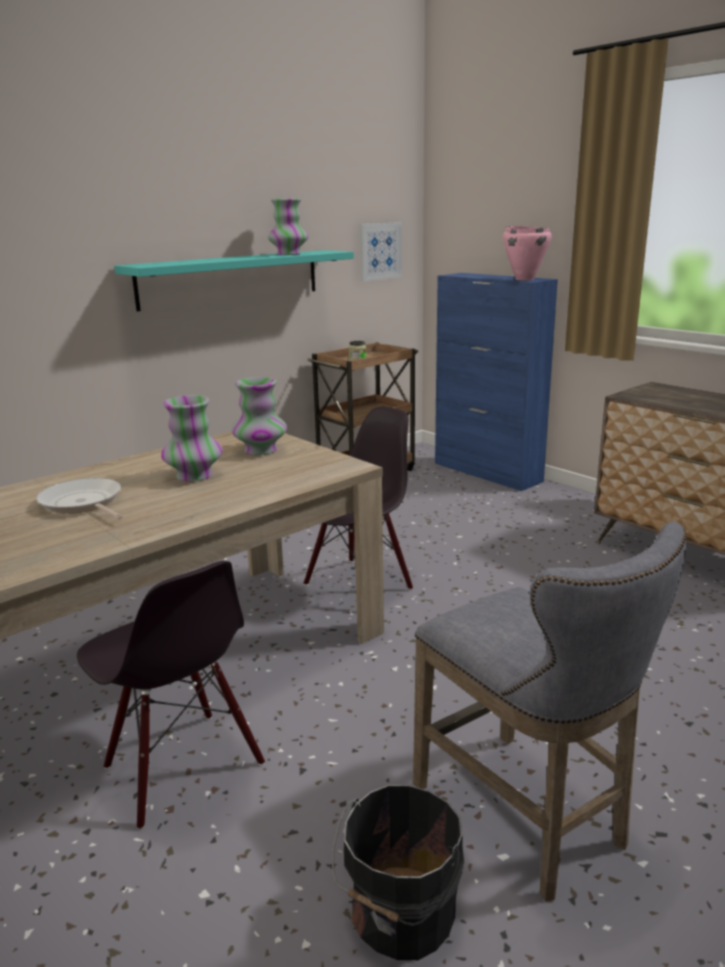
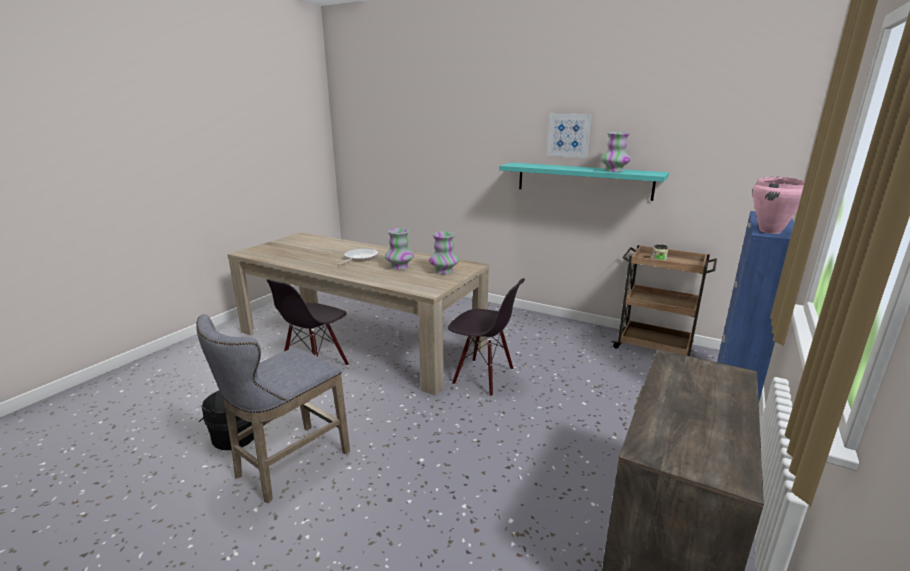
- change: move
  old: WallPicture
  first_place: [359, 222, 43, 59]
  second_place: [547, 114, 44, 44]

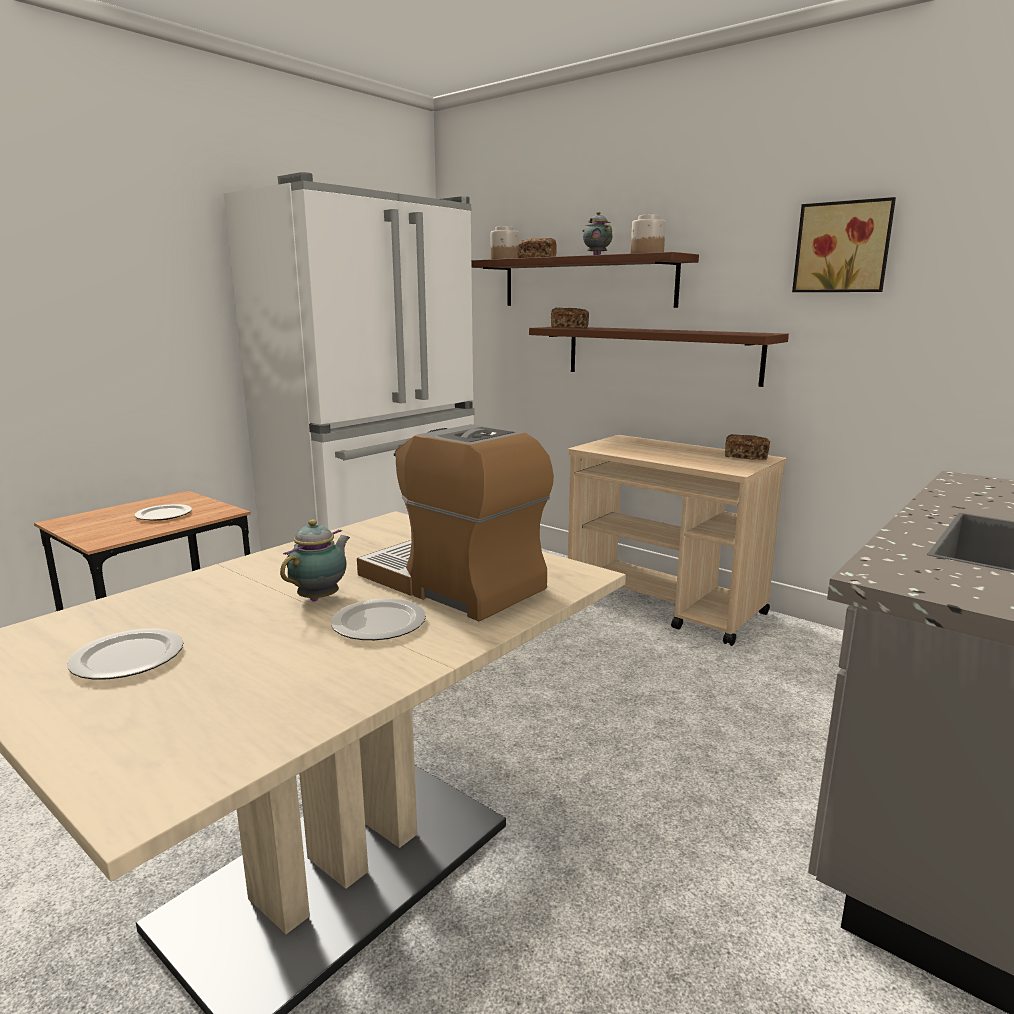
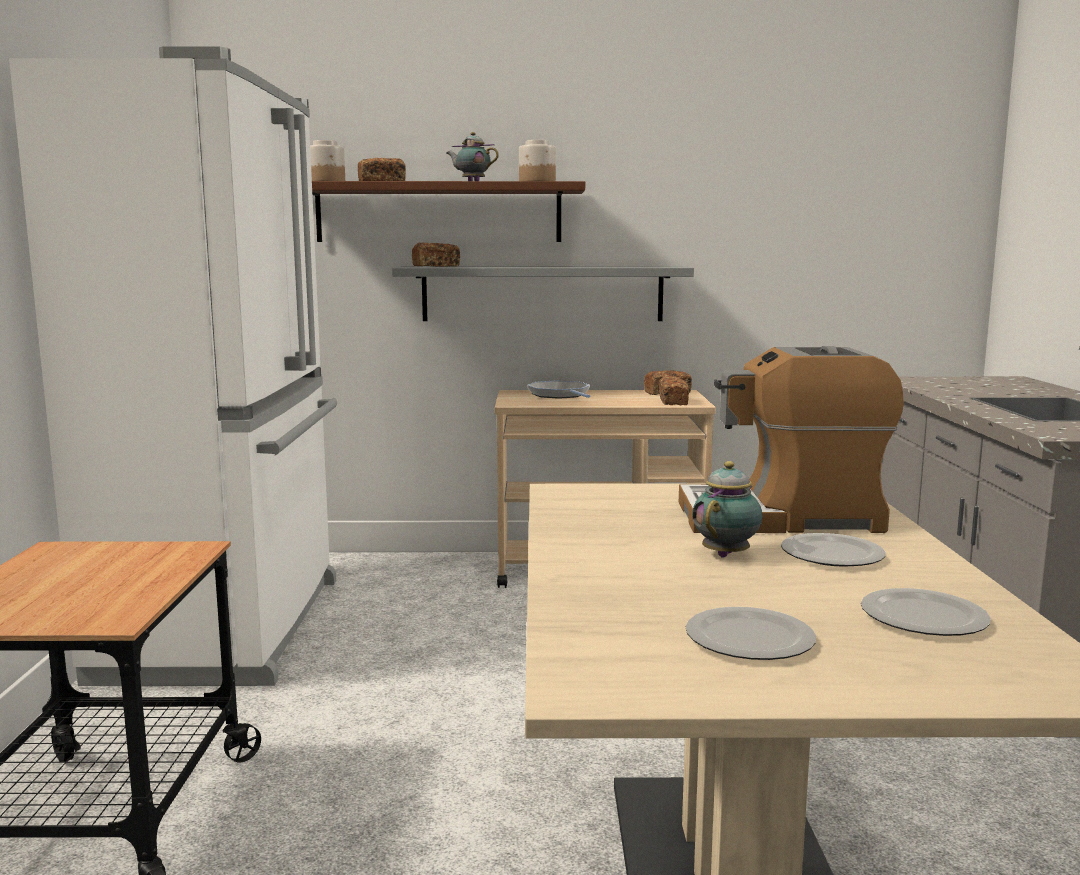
- change: delete
  old: WallPicture
  first_place: [792, 197, 104, 95]
- change: recolor
  old: BrownColouredBracketShelf
  new: GreyBracketShelf
  first_place: [529, 327, 260, 60]
  second_place: [392, 266, 302, 55]
- change: move
  old: FlatDish
  first_place: [134, 504, 58, 17]
  second_place: [861, 588, 130, 48]
- change: rotate
  old: Teapot
  first_place: [280, 519, 70, 83]
  second_place: [692, 461, 70, 97]
  degrees: 45
- change: insert
  new: Bread
  second_place: [659, 376, 30, 29]
- change: insert
  new: Pan
  second_place: [527, 380, 63, 19]

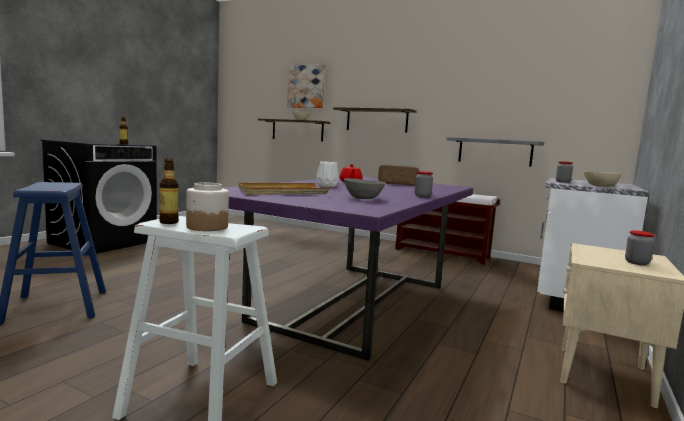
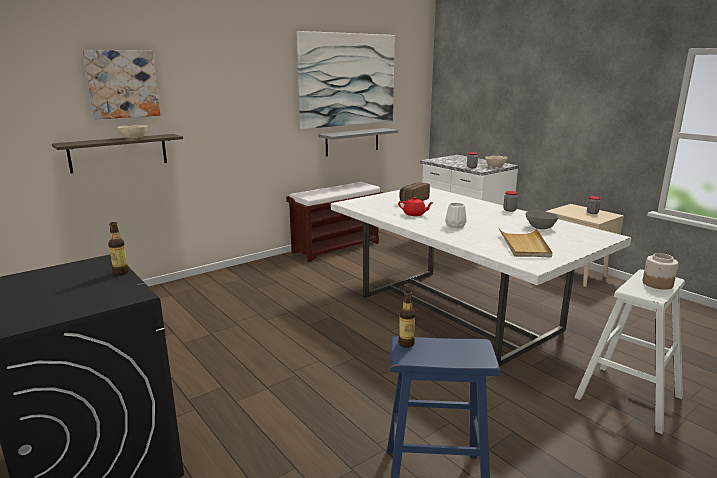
- change: delete
  old: BracketShelf
  first_place: [333, 107, 84, 26]
- change: move
  old: Bottle
  first_place: [159, 158, 20, 66]
  second_place: [398, 291, 17, 57]
- change: recolor
  old: PurpleDiningTable
  new: WhiteColouredDiningTable
  first_place: [223, 177, 250, 184]
  second_place: [331, 187, 300, 179]
- change: insert
  new: WallPicture
  second_place: [297, 31, 98, 98]

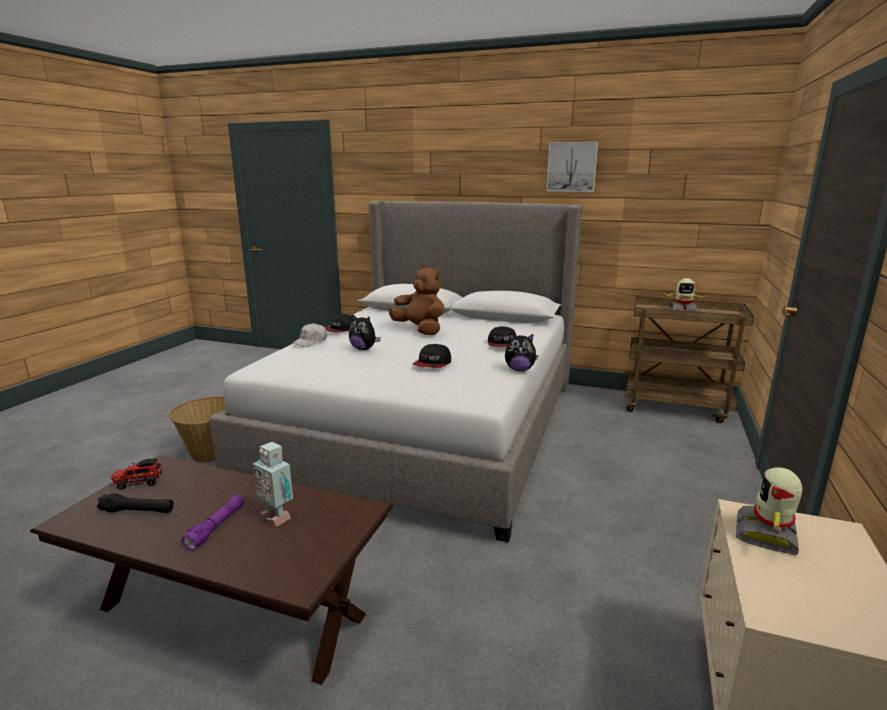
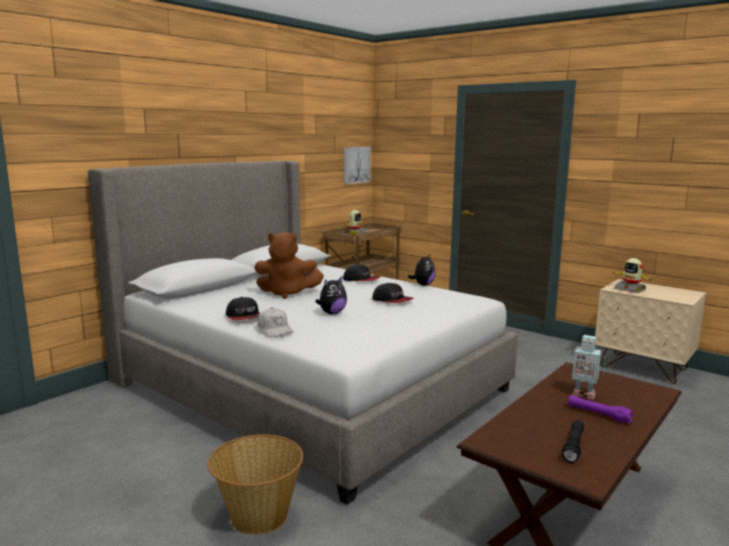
- change: move
  old: WallPicture
  first_place: [546, 142, 52, 50]
  second_place: [344, 147, 27, 37]
- change: rotate
  old: BrownColouredPlushToy
  first_place: [388, 265, 56, 70]
  second_place: [254, 232, 70, 67]
  degrees: -150
- change: rotate
  old: ModelRobot
  first_place: [253, 442, 40, 85]
  second_place: [567, 335, 38, 65]
  degrees: 60
- change: delete
  old: ModelTruck
  first_place: [111, 459, 52, 31]

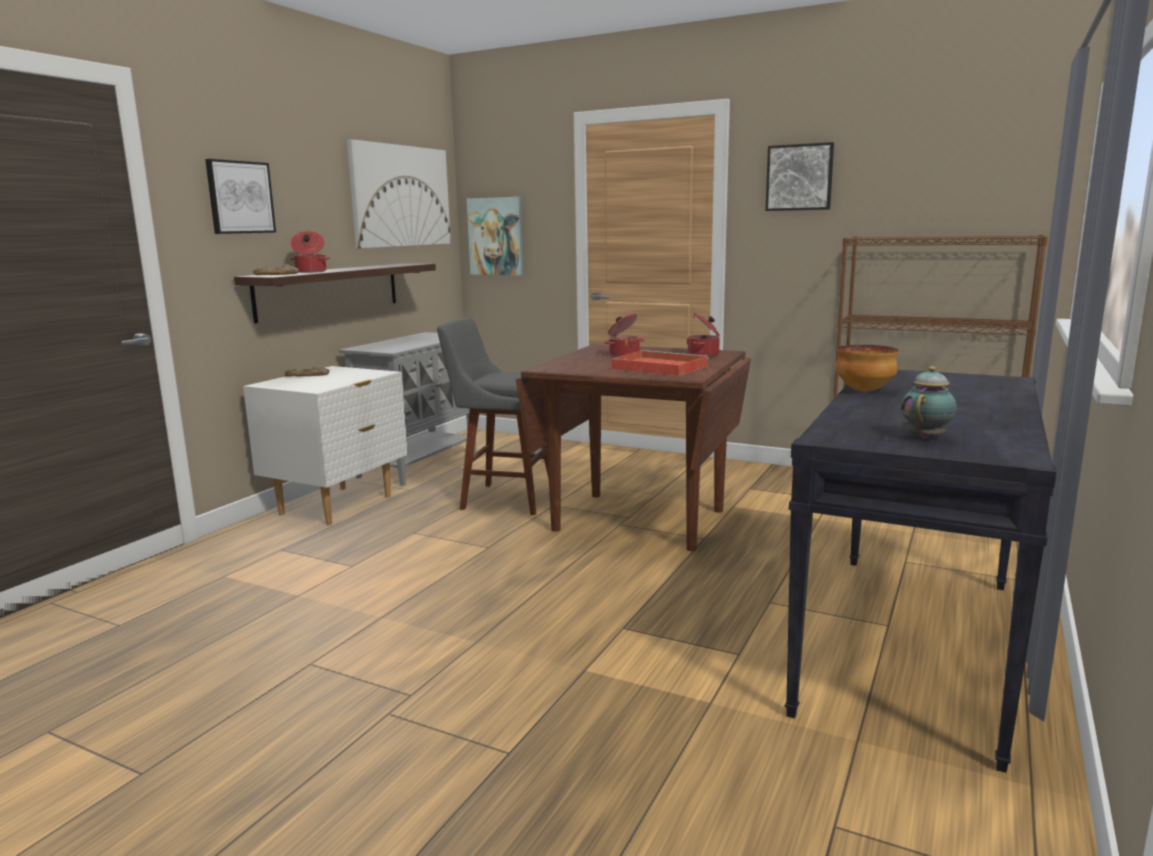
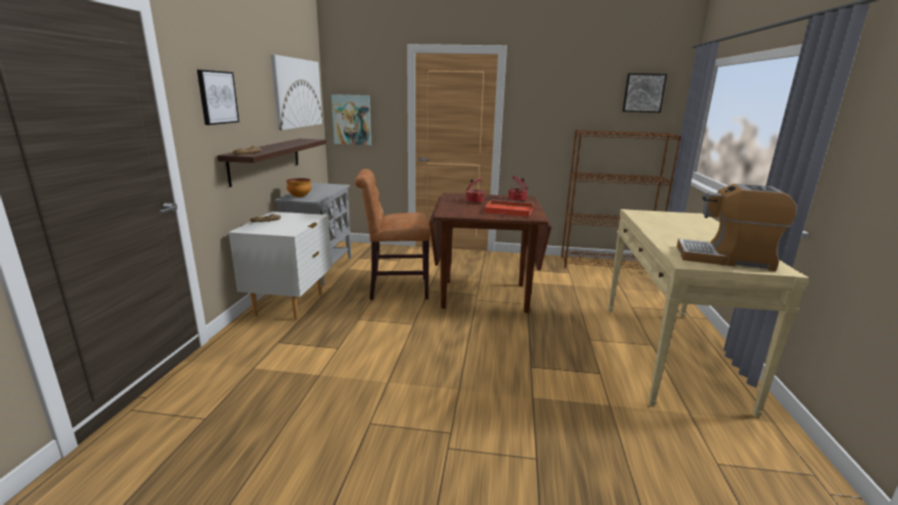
- change: move
  old: WallPicture
  first_place: [765, 142, 69, 69]
  second_place: [622, 73, 45, 40]
- change: delete
  old: Saucepot
  first_place: [290, 231, 40, 42]
- change: replace
  old: GreySittingStool
  new: BrownColouredChair
  first_place: [437, 317, 112, 198]
  second_place: [355, 169, 76, 131]
- change: move
  old: DeepDish
  first_place: [835, 345, 63, 46]
  second_place: [286, 178, 26, 19]
- change: replace
  old: Teapot
  new: CoffeeMaker
  first_place: [901, 366, 56, 72]
  second_place: [677, 184, 119, 87]
- change: recolor
  old: BlackColouredHallTable
  new: SandColouredHallTable
  first_place: [785, 370, 271, 403]
  second_place: [608, 209, 201, 209]

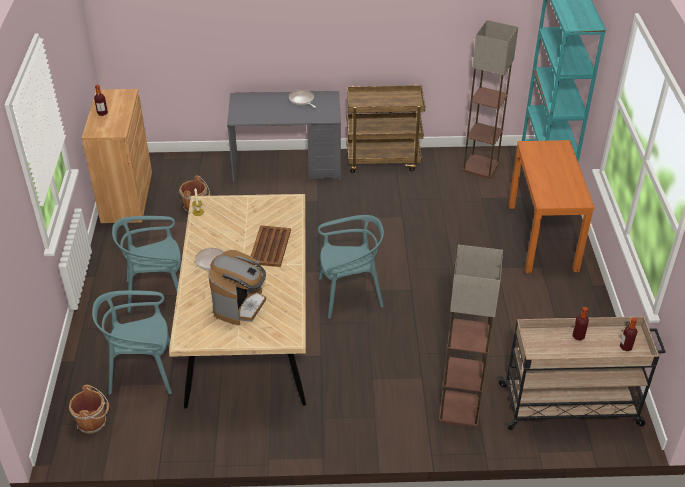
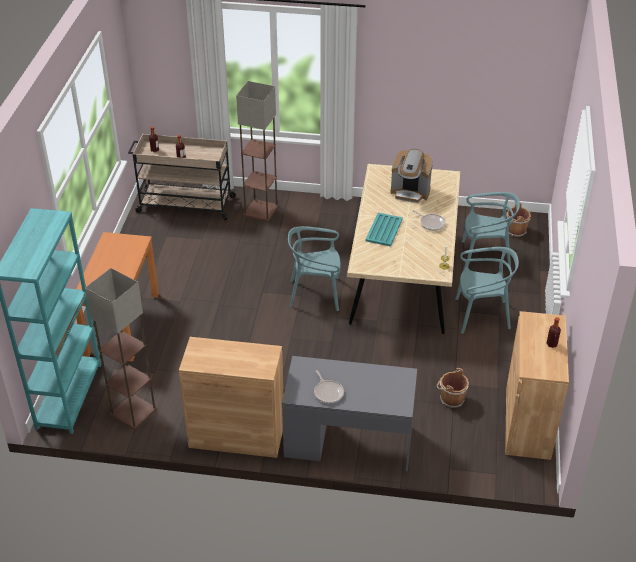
- change: replace
  old: BrownColouredTrolley
  new: BrownColouredCupboard
  first_place: [347, 85, 78, 88]
  second_place: [179, 337, 105, 121]
- change: recolor
  old: BrownColouredCarryingTray
  new: TurquoiseColouredCarryingTray
  first_place: [250, 225, 41, 42]
  second_place: [365, 213, 38, 34]
- change: rotate
  old: CoffeeMaker
  first_place: [208, 250, 58, 75]
  second_place: [390, 149, 43, 54]
  degrees: -105

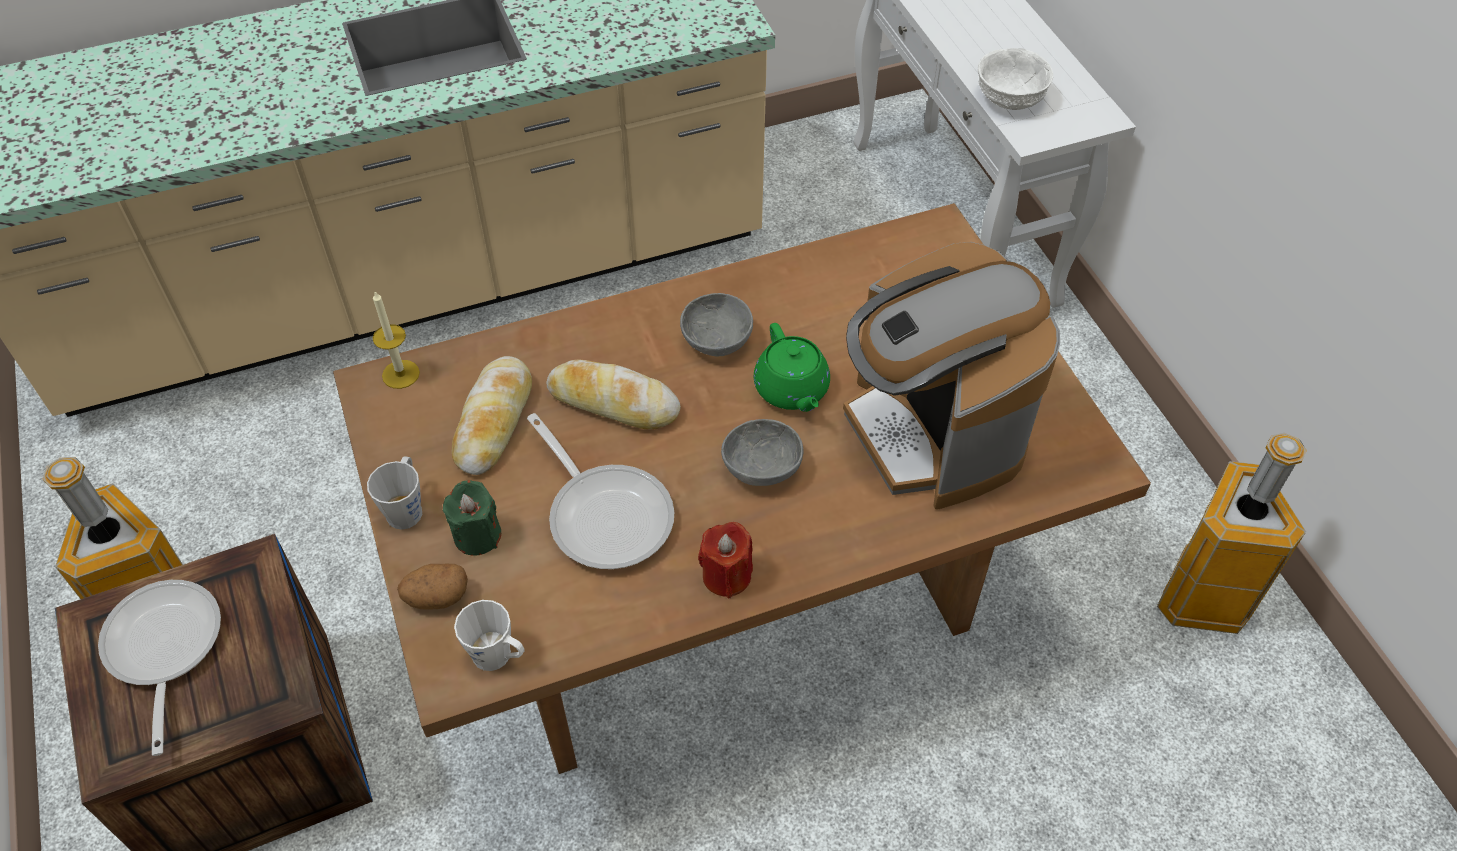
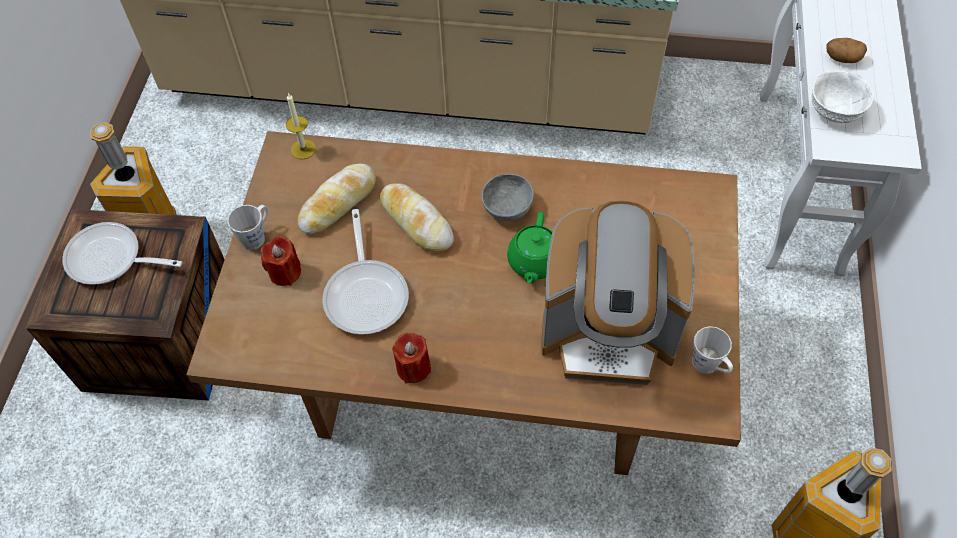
- change: rotate
  old: CoffeeMaker
  first_place: [843, 242, 217, 268]
  second_place: [542, 201, 153, 184]
  degrees: -90
- change: delete
  old: GreyDeepDish
  first_place: [721, 419, 82, 67]
- change: recolor
  old: GreenWaxCandle
  new: ReddishWaxCandle
  first_place: [443, 480, 58, 75]
  second_place: [260, 236, 41, 50]
- change: move
  old: Potato
  first_place: [397, 564, 71, 46]
  second_place: [826, 38, 41, 25]
- change: rotate
  old: Pan
  first_place: [98, 580, 123, 176]
  second_place: [62, 222, 121, 63]
  degrees: -90
- change: move
  old: WhiteColouredCoffeeMug
  first_place: [454, 600, 71, 71]
  second_place: [692, 326, 41, 48]

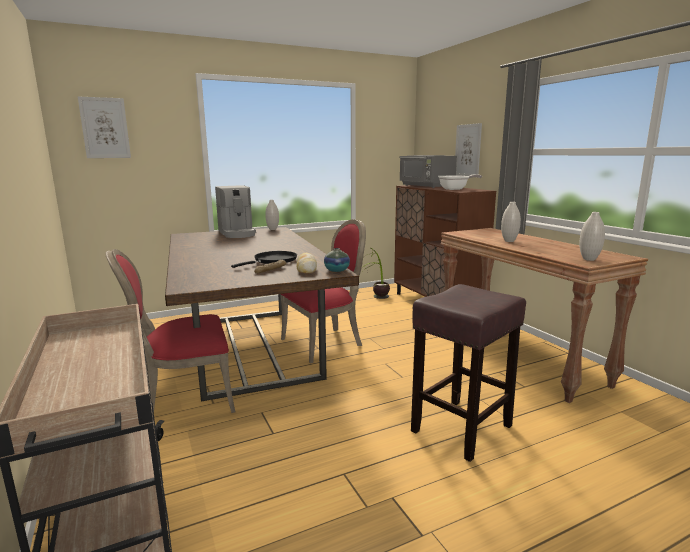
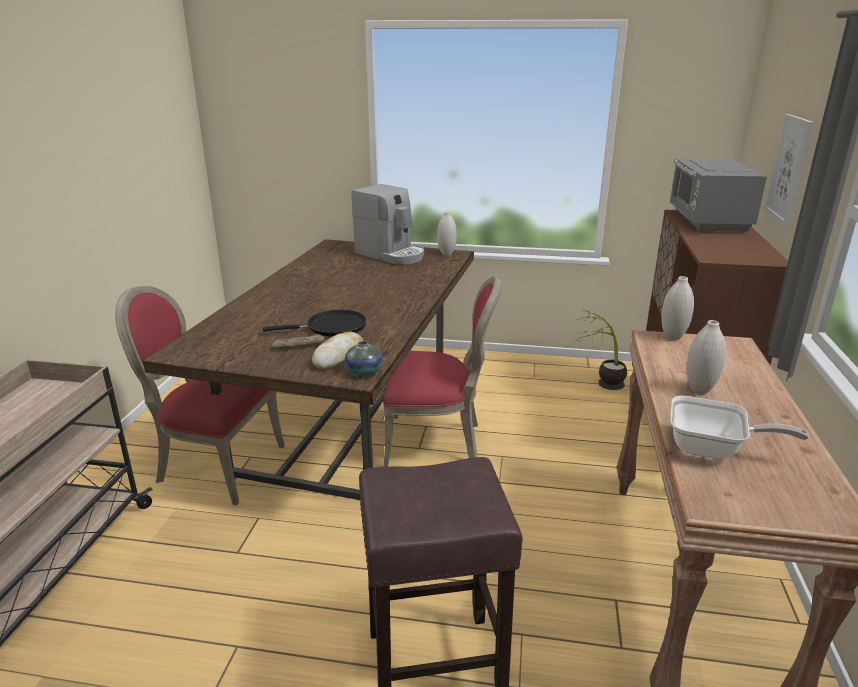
- change: delete
  old: WallPicture
  first_place: [78, 96, 53, 62]
- change: move
  old: Pan
  first_place: [438, 174, 44, 16]
  second_place: [670, 395, 139, 64]
- change: rotate
  old: CoffeeMaker
  first_place: [215, 185, 41, 53]
  second_place: [352, 184, 72, 80]
  degrees: -60
- change: move
  old: WhiteColouredVase
  first_place: [579, 212, 26, 49]
  second_place: [661, 276, 33, 64]

